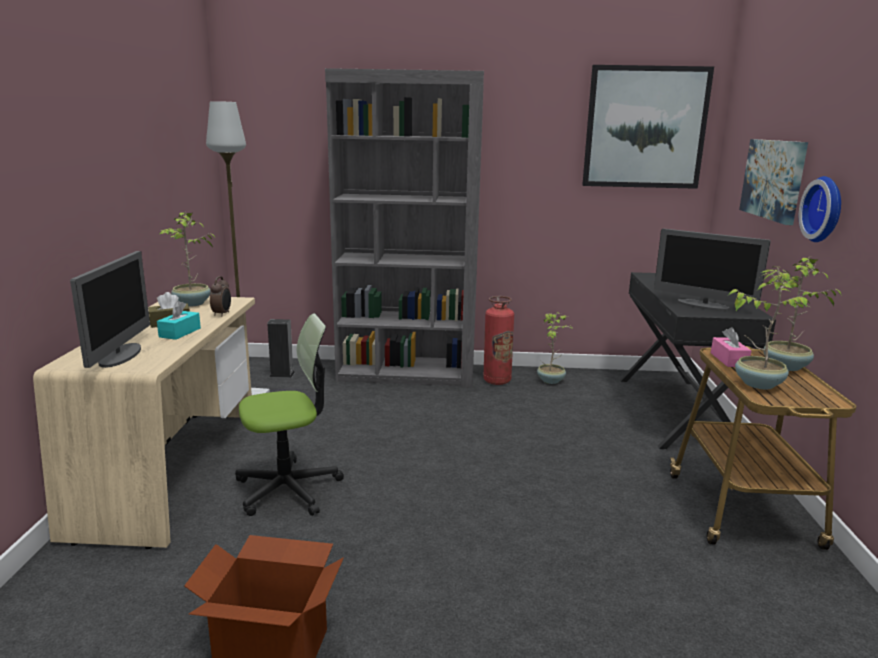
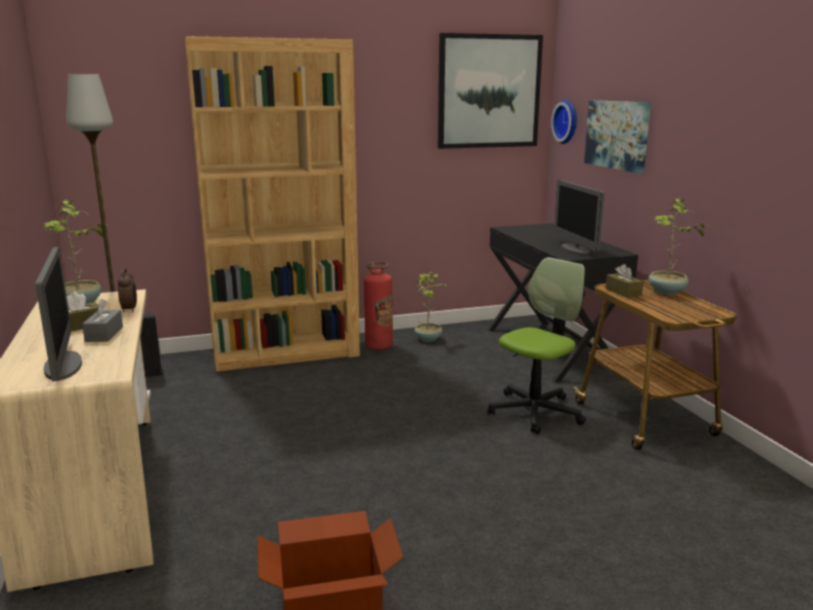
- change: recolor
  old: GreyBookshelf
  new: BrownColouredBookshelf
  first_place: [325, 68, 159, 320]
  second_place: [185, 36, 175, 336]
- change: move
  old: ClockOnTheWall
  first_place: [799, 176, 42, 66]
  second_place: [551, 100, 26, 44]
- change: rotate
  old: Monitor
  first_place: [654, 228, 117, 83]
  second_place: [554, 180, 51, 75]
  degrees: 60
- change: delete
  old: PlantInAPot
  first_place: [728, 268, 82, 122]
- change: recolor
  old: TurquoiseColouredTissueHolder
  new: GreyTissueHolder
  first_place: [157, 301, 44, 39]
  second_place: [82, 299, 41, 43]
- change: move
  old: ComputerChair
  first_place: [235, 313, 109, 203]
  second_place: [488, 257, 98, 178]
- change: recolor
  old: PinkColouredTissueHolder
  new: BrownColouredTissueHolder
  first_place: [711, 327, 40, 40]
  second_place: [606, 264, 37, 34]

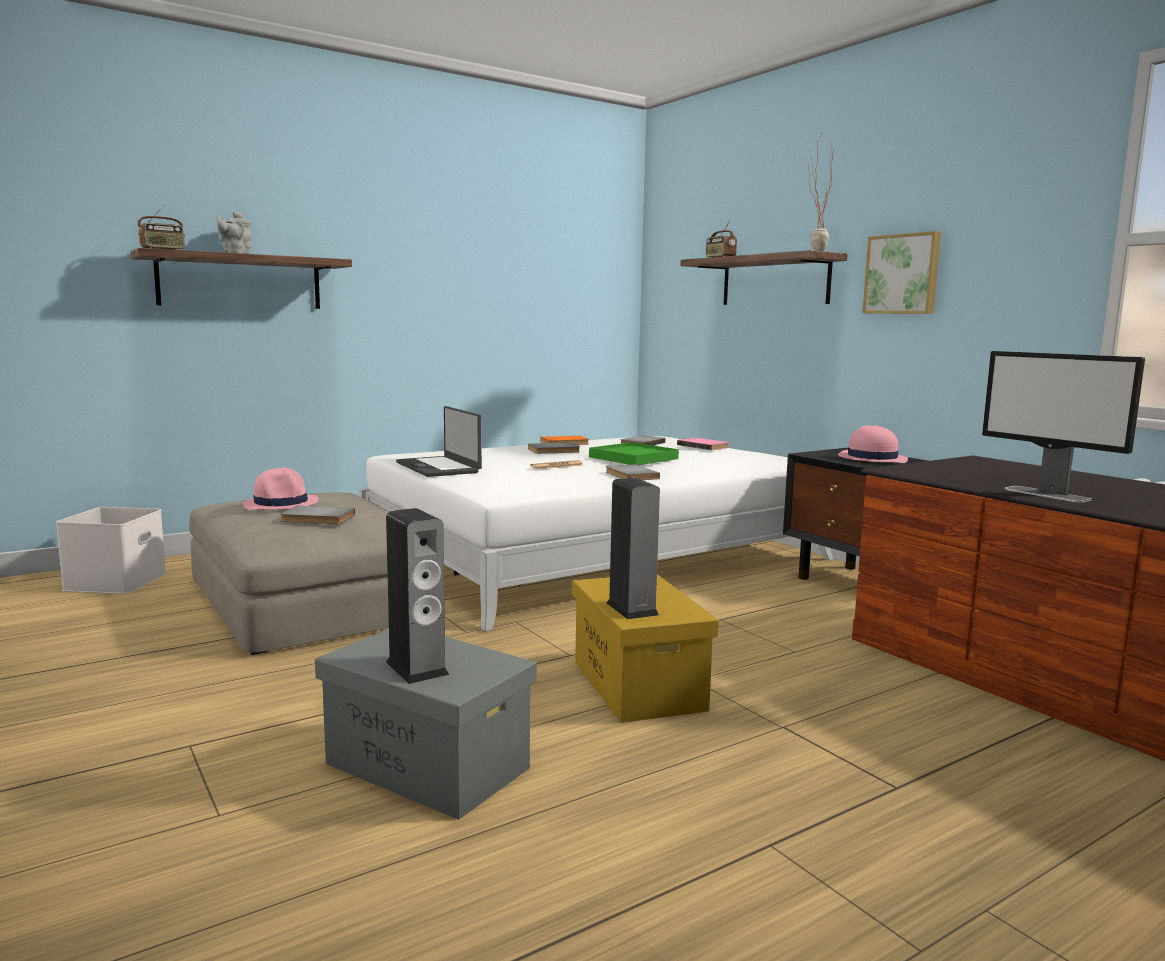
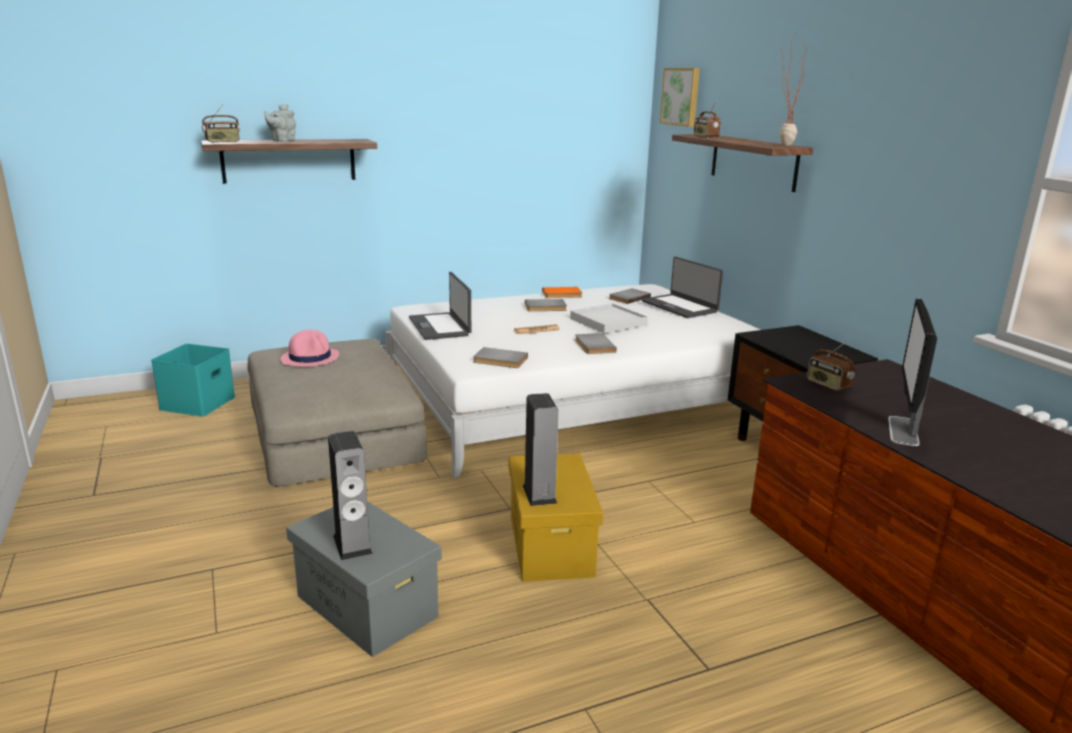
- change: move
  old: WallPicture
  first_place: [862, 231, 79, 83]
  second_place: [660, 68, 40, 59]
- change: rotate
  old: Monitor
  first_place: [982, 351, 163, 152]
  second_place: [888, 298, 49, 148]
  degrees: 45
- change: delete
  old: PinkColouredWearableHat
  first_place: [838, 425, 70, 38]
- change: replace
  old: PinkColouredBoundBook
  new: PortableComputer
  first_place: [677, 438, 52, 12]
  second_place: [642, 257, 81, 61]
- change: recolor
  old: GreenCarryingTray
  new: WhiteColouredCarryingTray
  first_place: [589, 442, 90, 23]
  second_place: [570, 303, 78, 30]
- change: move
  old: GreyBoundBook
  first_place: [280, 506, 75, 18]
  second_place: [473, 347, 55, 21]
- change: recolor
  old: WhiteColouredStorageBox
  new: TurquoiseColouredStorageBox
  first_place: [56, 507, 111, 87]
  second_place: [151, 344, 84, 73]
- change: insert
  new: RadioReceiver
  second_place: [807, 341, 49, 50]

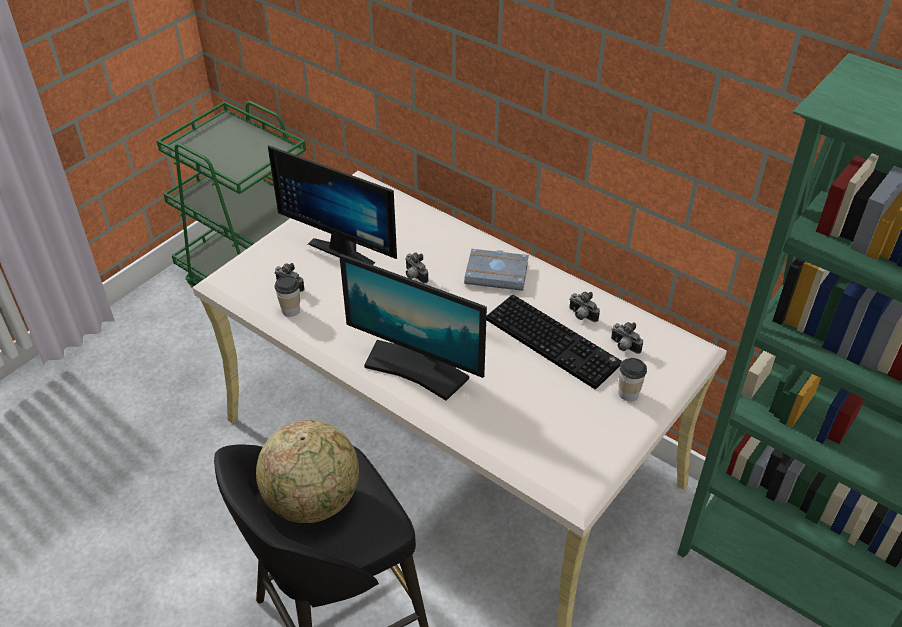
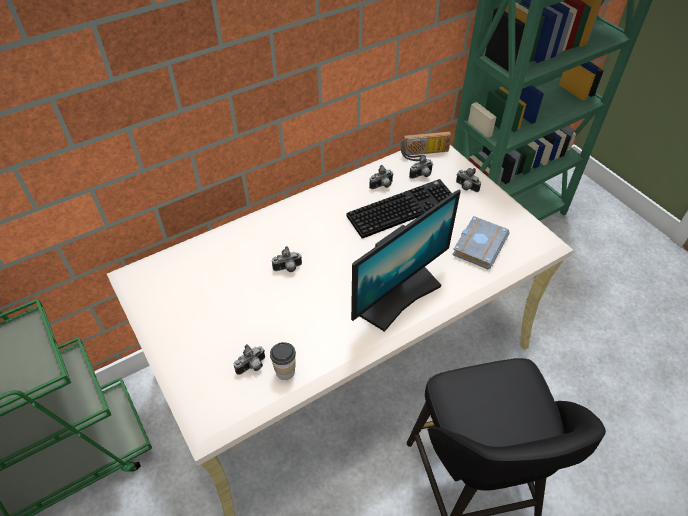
- change: delete
  old: Monitor
  first_place: [268, 145, 129, 120]
- change: move
  old: GreyBoundBook
  first_place: [464, 249, 65, 42]
  second_place: [452, 216, 58, 53]
- change: replace
  old: DrinkingCup
  new: PhotoCamera
  first_place: [618, 358, 29, 43]
  second_place: [456, 168, 25, 24]
- change: delete
  old: WorldGlobe
  first_place: [256, 420, 103, 103]
- change: insert
  new: RadioReceiver
  second_place: [400, 131, 51, 30]

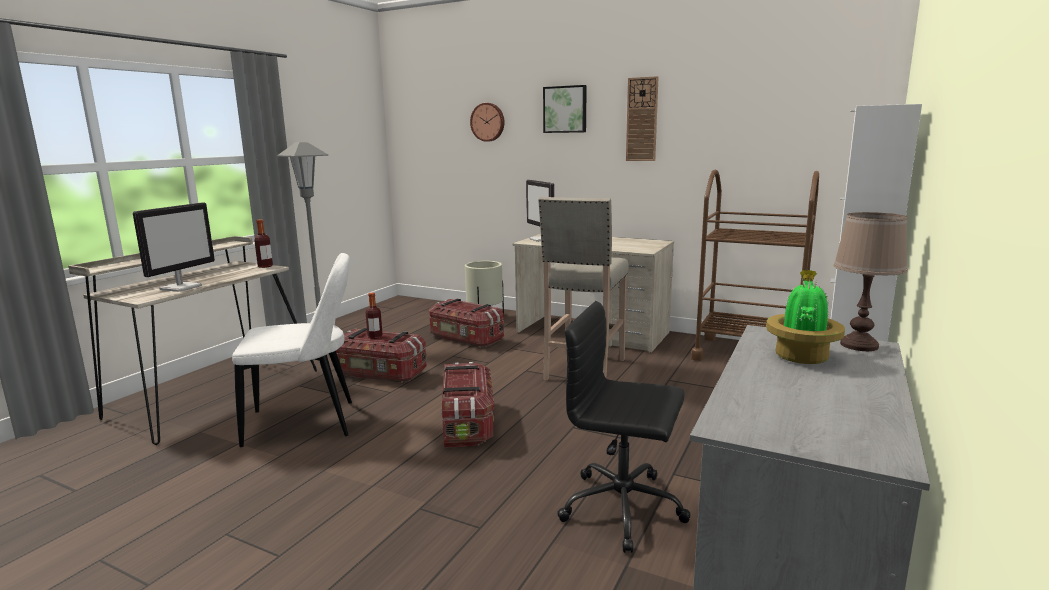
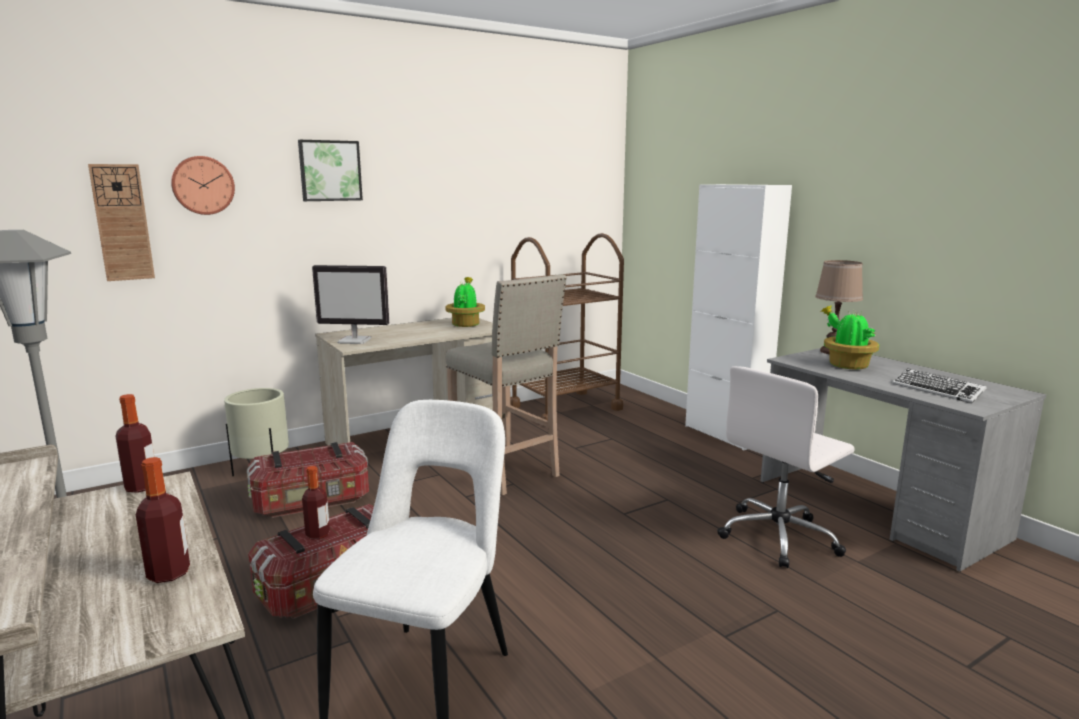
- change: move
  old: ClockOnTheWall
  first_place: [626, 76, 32, 85]
  second_place: [88, 164, 67, 117]
- change: replace
  old: Monitor
  new: Bottle
  first_place: [133, 202, 82, 90]
  second_place: [136, 457, 54, 126]
- change: recolor
  old: BlackColouredComputerChair
  new: WhiteColouredComputerChair
  first_place: [557, 301, 134, 252]
  second_place: [717, 366, 138, 202]
- change: delete
  old: StorageBox
  first_place: [441, 362, 53, 86]
- change: insert
  new: PlantInAPot
  second_place: [446, 277, 39, 50]
- change: insert
  new: PcKeyboard
  second_place: [893, 368, 93, 35]

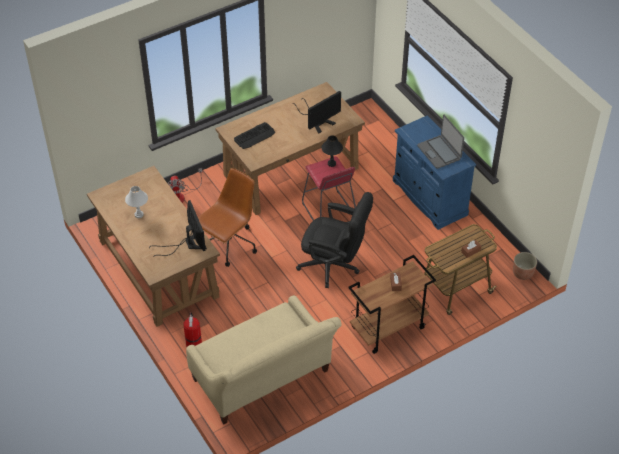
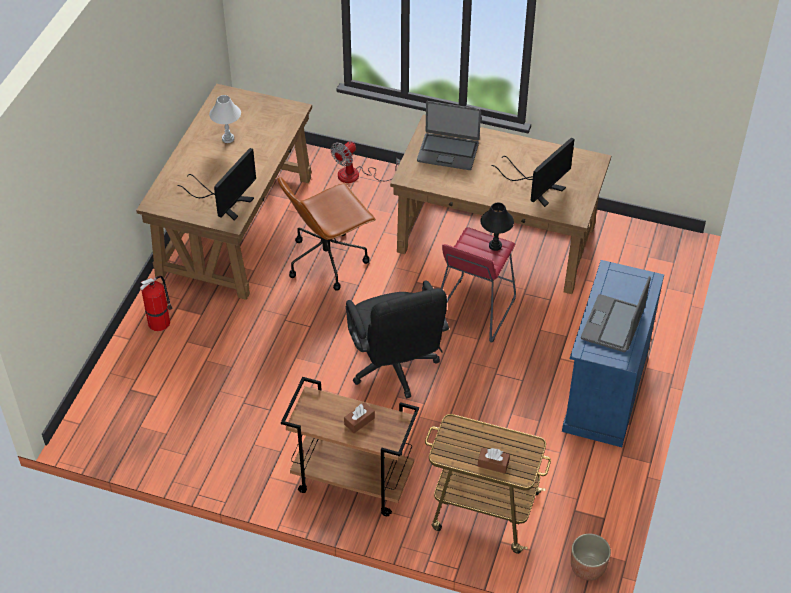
- change: rotate
  old: Monitor
  first_place: [293, 91, 48, 43]
  second_place: [491, 138, 84, 69]
  degrees: -60
- change: replace
  old: PcKeyboard
  new: PortableComputer
  first_place: [234, 122, 41, 27]
  second_place: [417, 101, 64, 69]
- change: rotate
  old: BrownColouredComputerChair
  first_place: [198, 168, 59, 99]
  second_place: [278, 176, 98, 115]
  degrees: 150
- change: delete
  old: SandColouredCouch
  first_place: [186, 295, 156, 129]

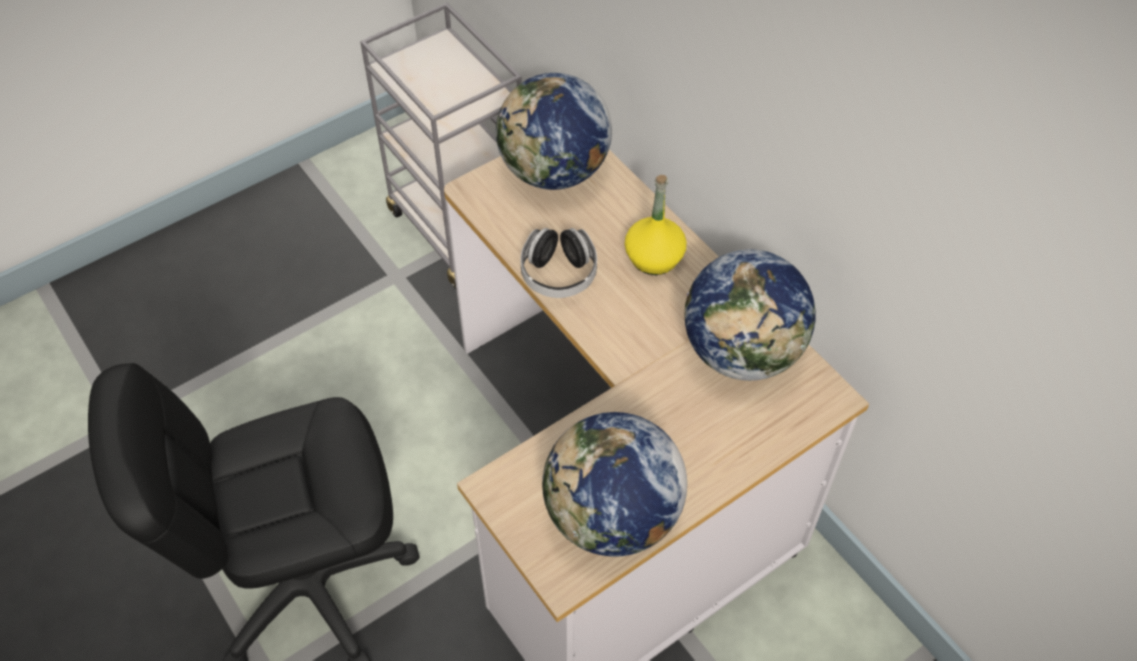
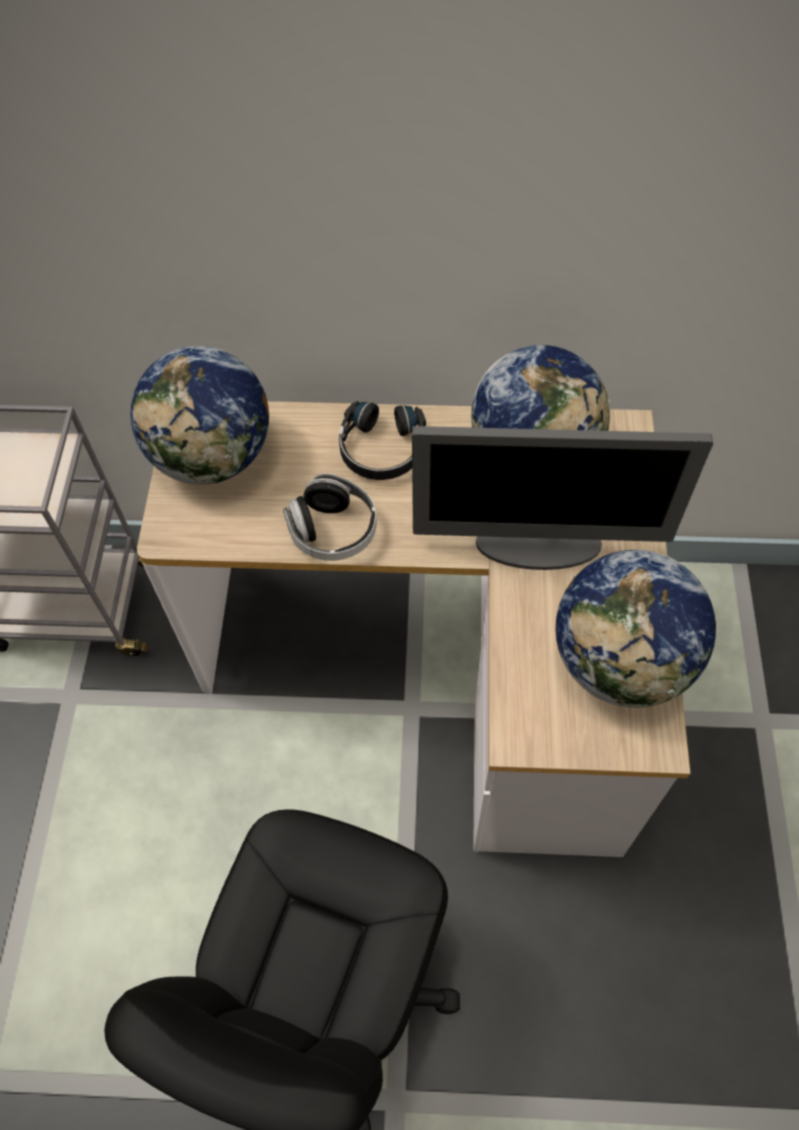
- change: replace
  old: YellowBottle
  new: BlackColouredHeadphones
  first_place: [625, 175, 62, 100]
  second_place: [339, 401, 87, 79]
- change: insert
  new: Monitor
  second_place: [412, 426, 301, 144]

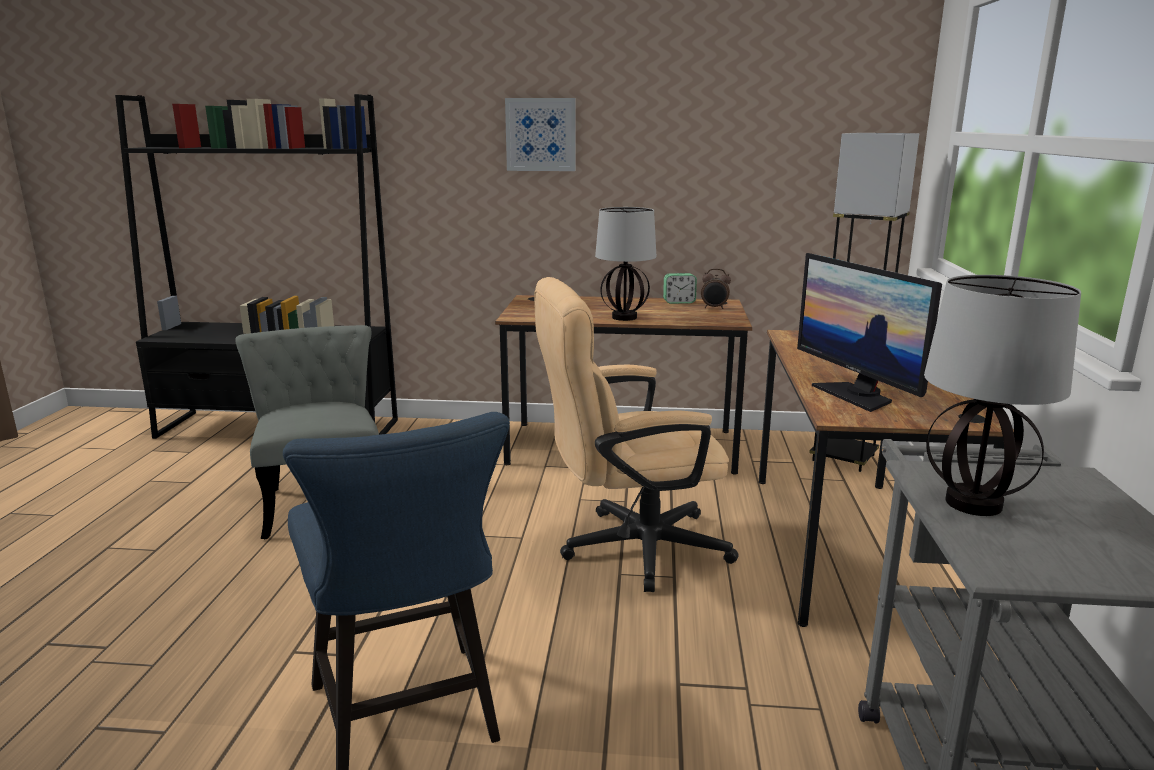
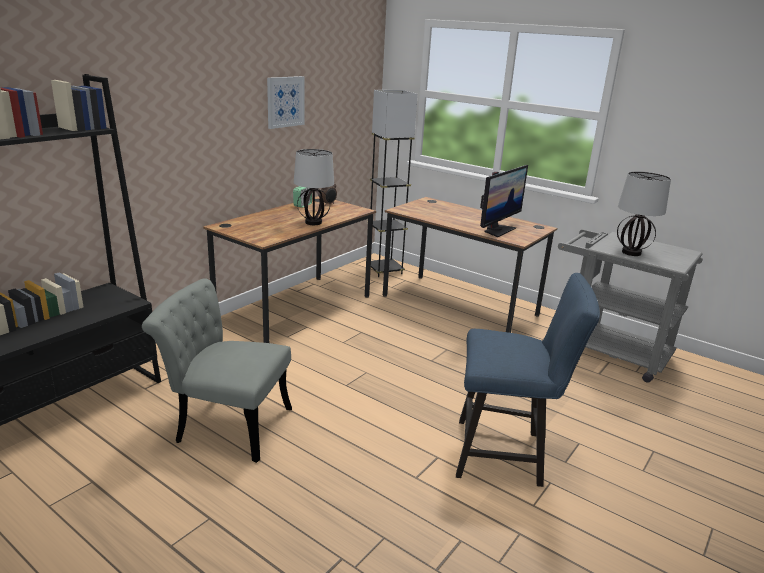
- change: move
  old: WallPicture
  first_place: [505, 98, 71, 73]
  second_place: [267, 76, 37, 53]
- change: rotate
  old: Monitor
  first_place: [797, 253, 145, 159]
  second_place: [480, 165, 48, 72]
  degrees: -60
- change: delete
  old: SandColouredComputerChair
  first_place: [534, 277, 205, 315]

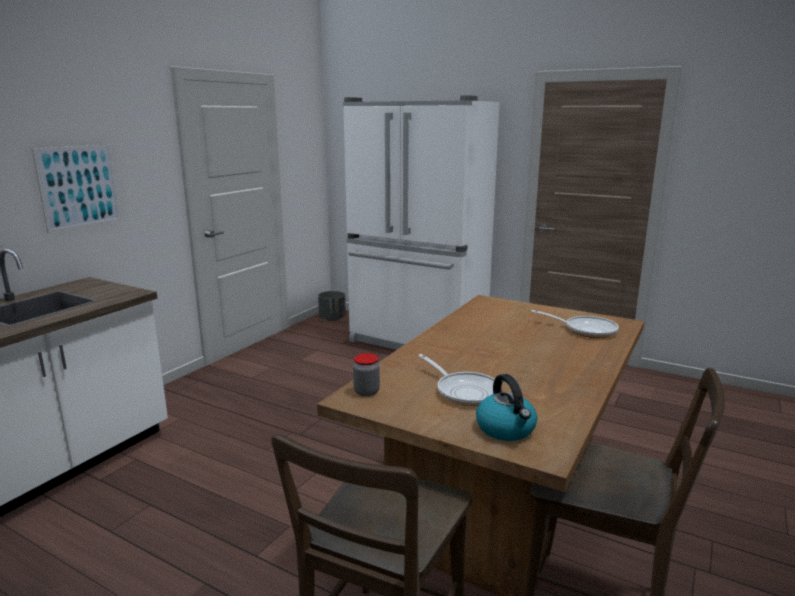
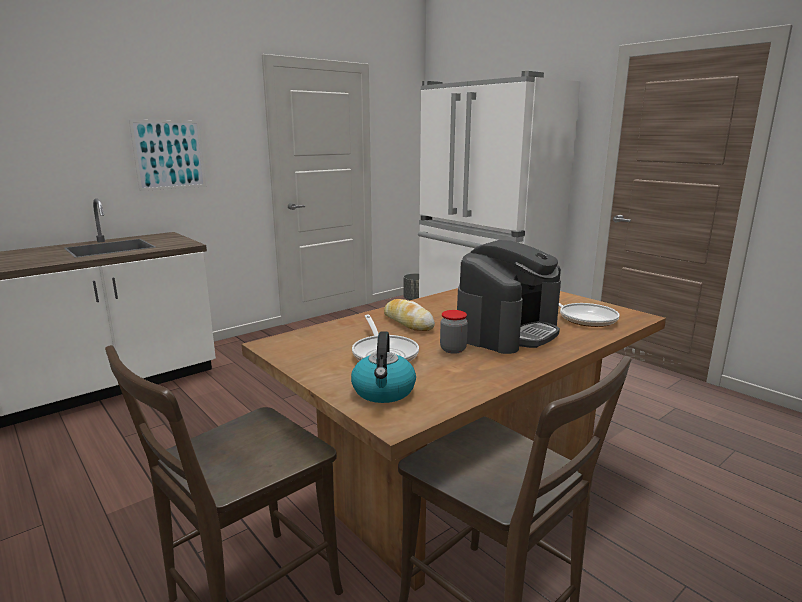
- change: move
  old: PreserveJar
  first_place: [353, 353, 27, 44]
  second_place: [440, 310, 28, 44]
- change: insert
  new: CoffeeMaker
  second_place: [457, 240, 104, 114]
- change: insert
  new: Bread
  second_place: [384, 299, 51, 32]

